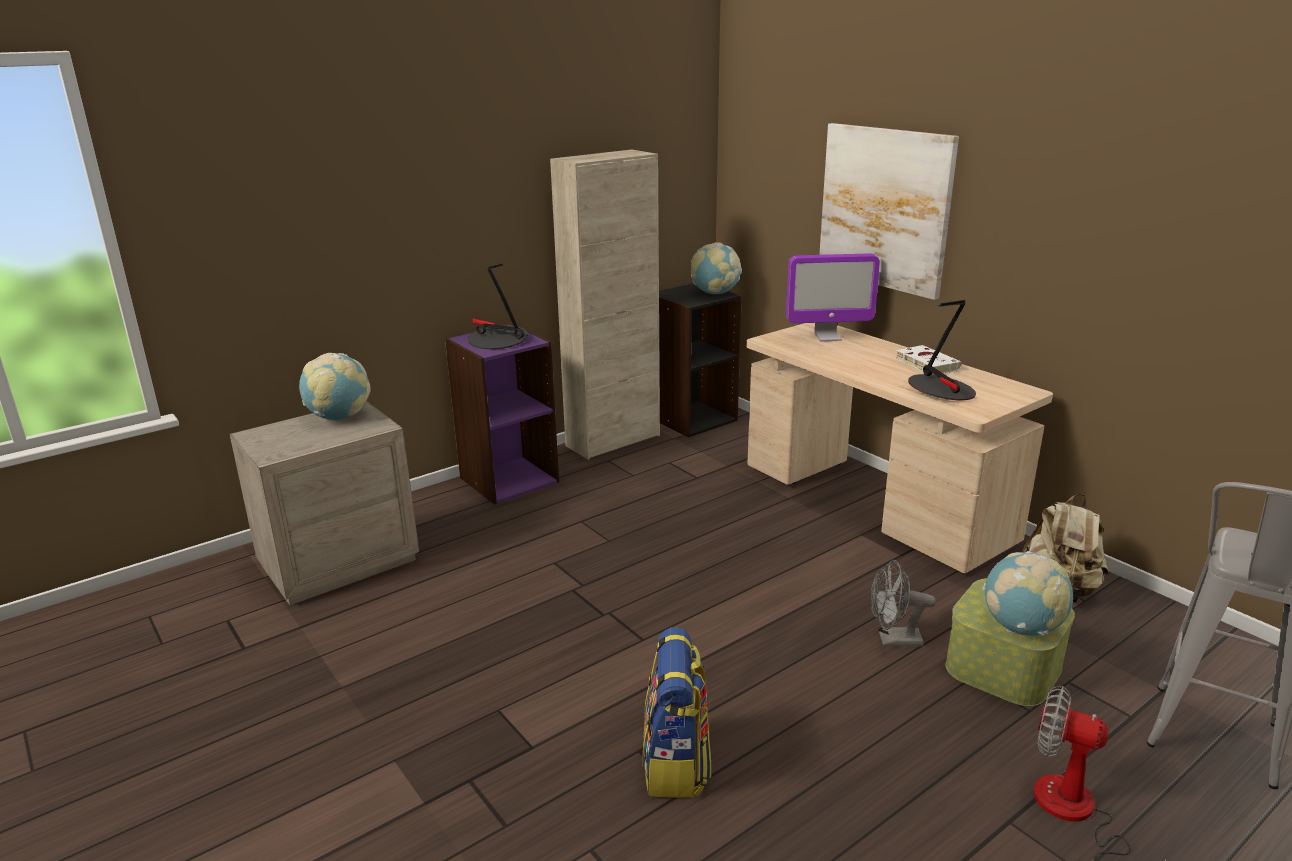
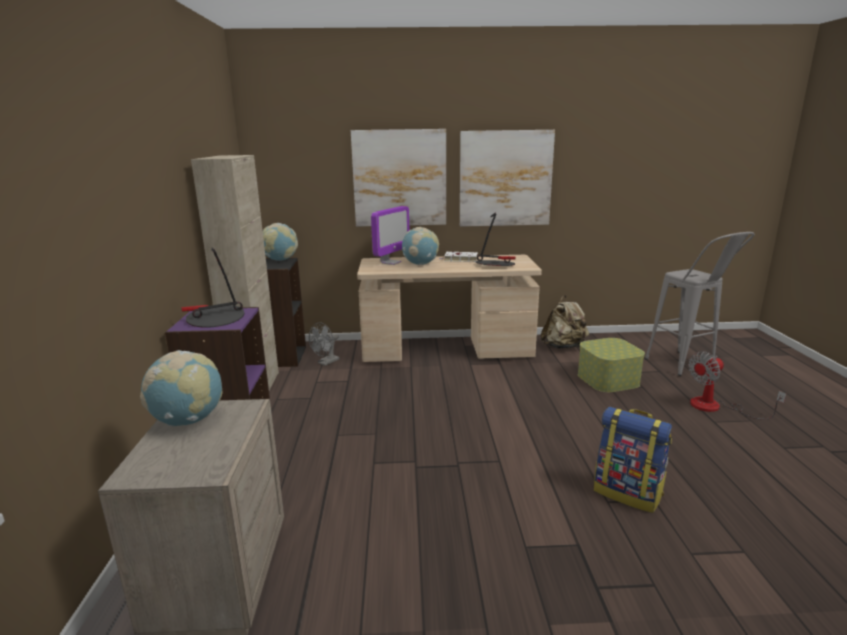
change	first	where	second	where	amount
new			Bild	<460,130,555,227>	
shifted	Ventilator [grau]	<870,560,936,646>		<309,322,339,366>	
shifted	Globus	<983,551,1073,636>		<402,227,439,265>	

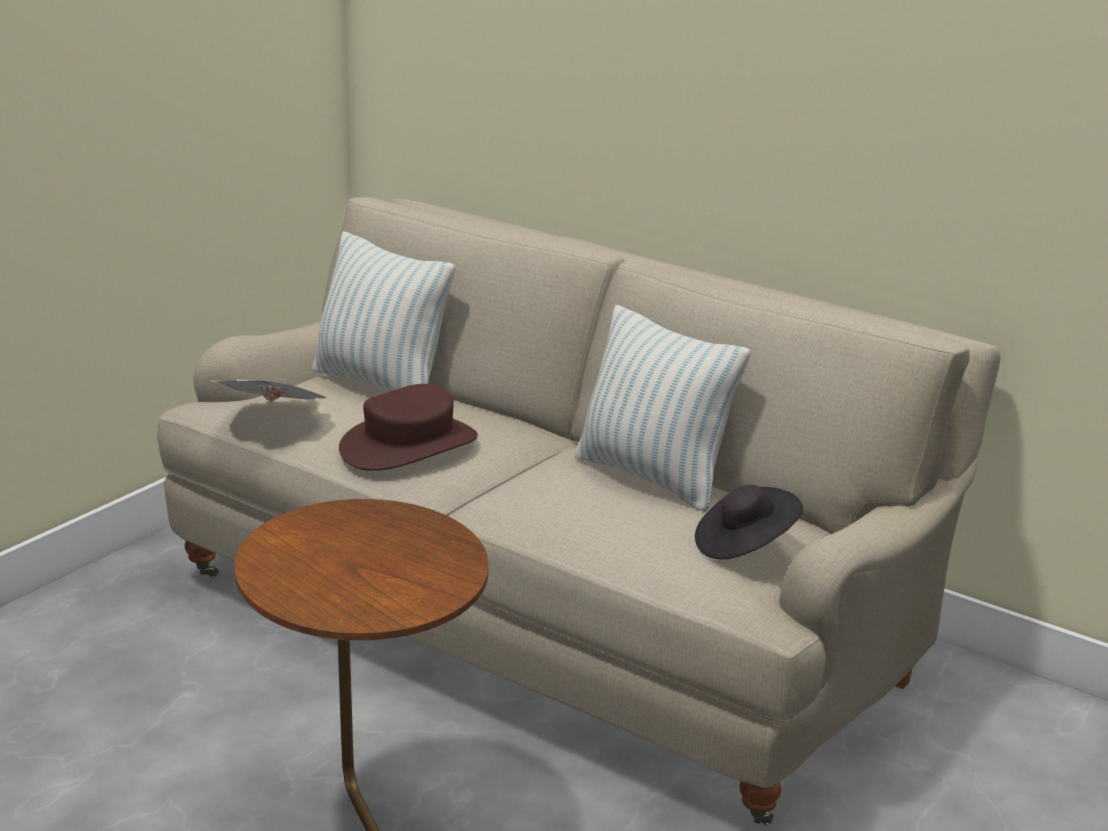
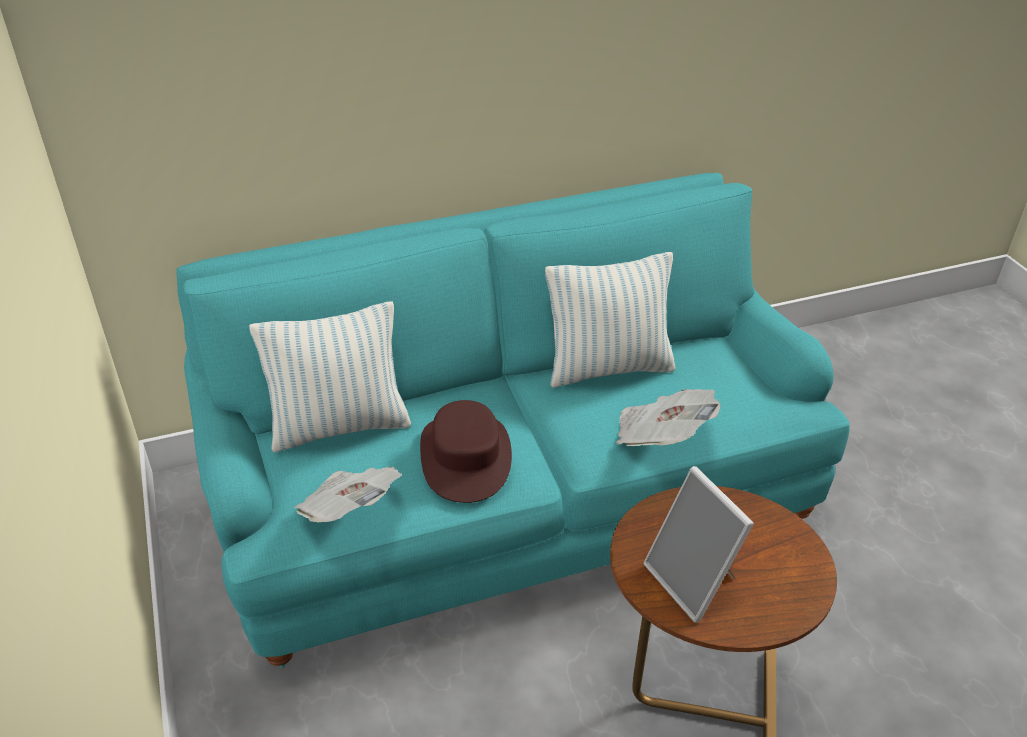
change	first	where	second	where	amount
gone	Hut [schwarz]	<695,485,803,559>			
new			Zeitung	<616,389,720,446>	
new			Bilderrahmen	<643,466,754,623>	
repainted	Sofa [beige]	<157,197,1000,825>	Sofa [türkis]	<176,173,850,668>	

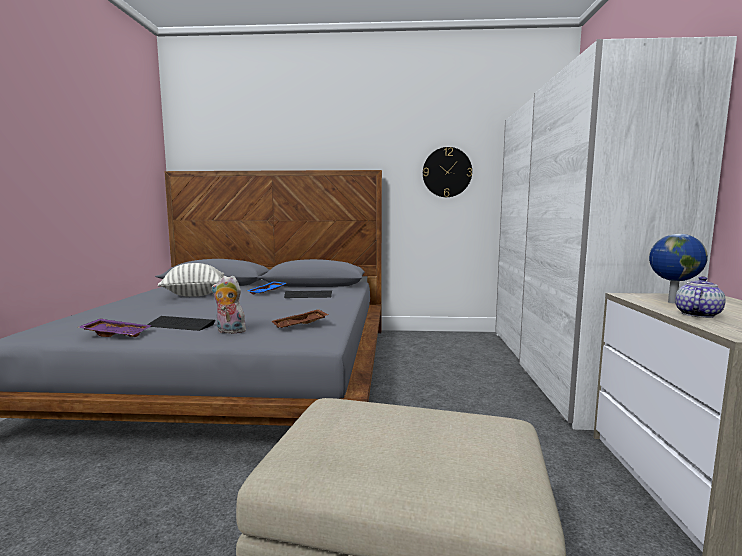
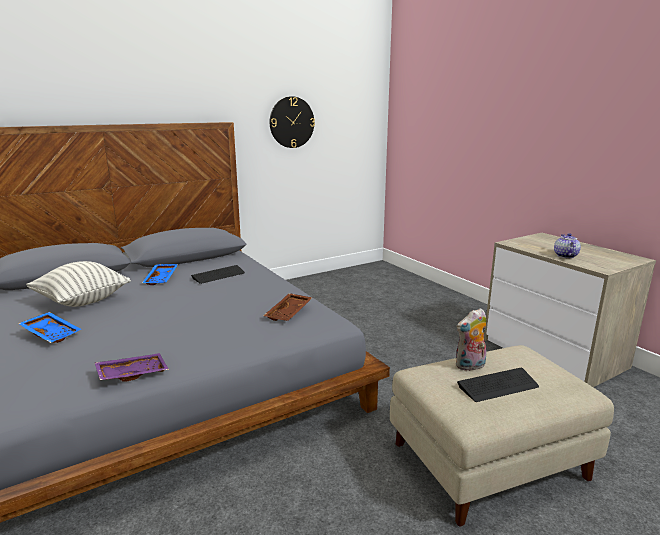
change	first	where	second	where	amount
gone	Kleiderschrank [weiß]	<495,36,737,430>			
gone	Globus	<649,234,708,303>			
new			Tablett [blau]	<18,312,81,343>	
shifted	Tastatur	<148,316,215,331>		<457,368,539,402>	
shifted	Plüschtier	<211,276,246,334>		<456,308,487,371>	

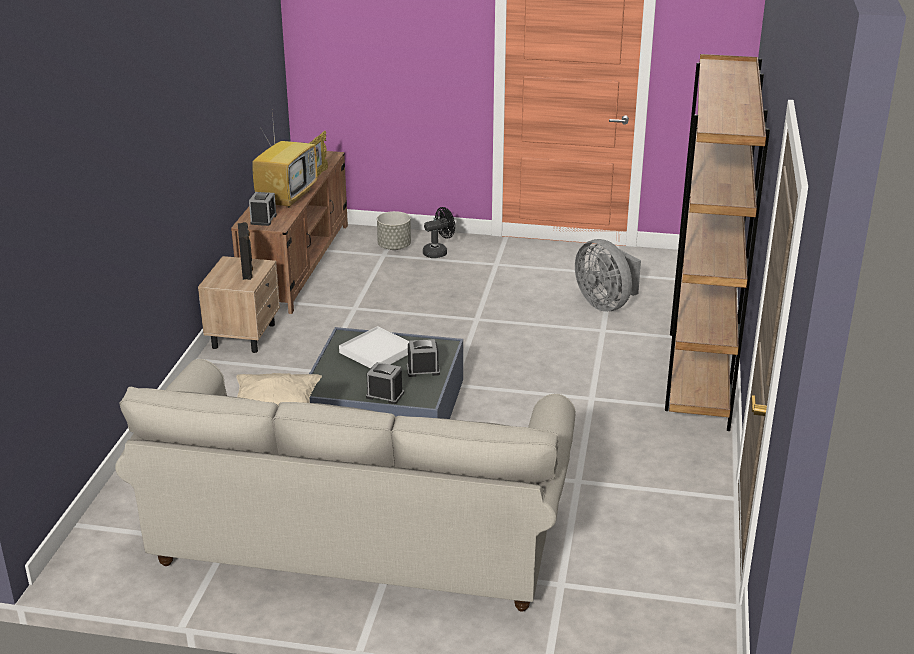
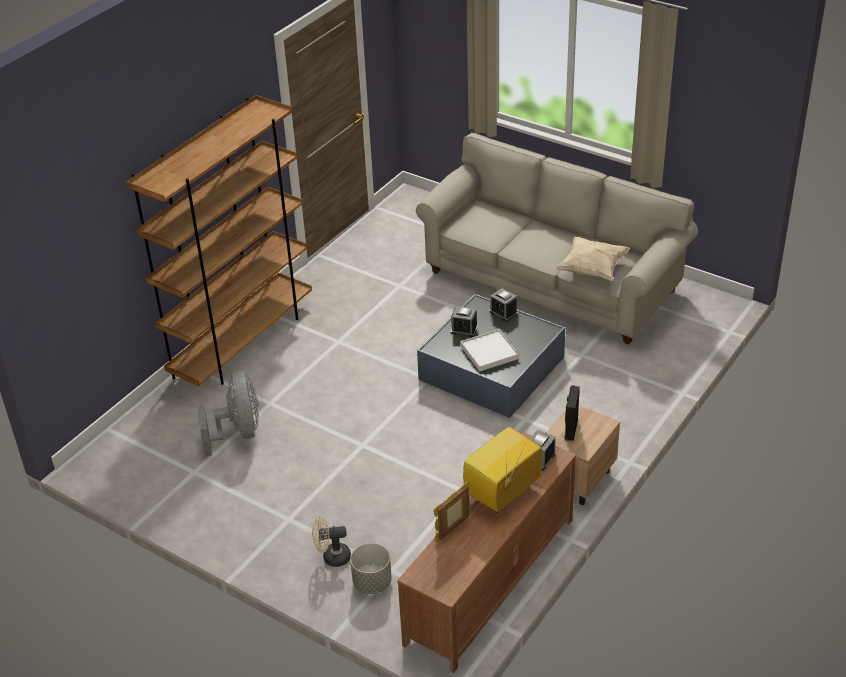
change	first	where	second	where	amount
repainted	Ventilator [schwarz]	<423,207,455,258>	Ventilator [beige]	<312,516,351,567>	

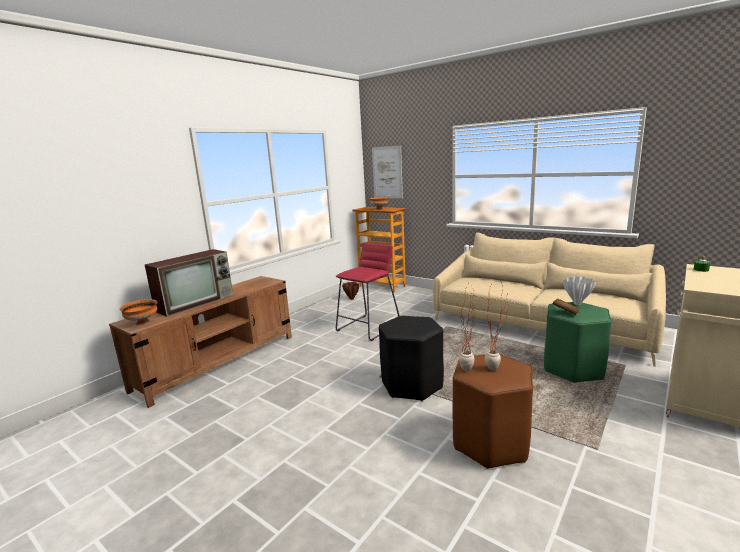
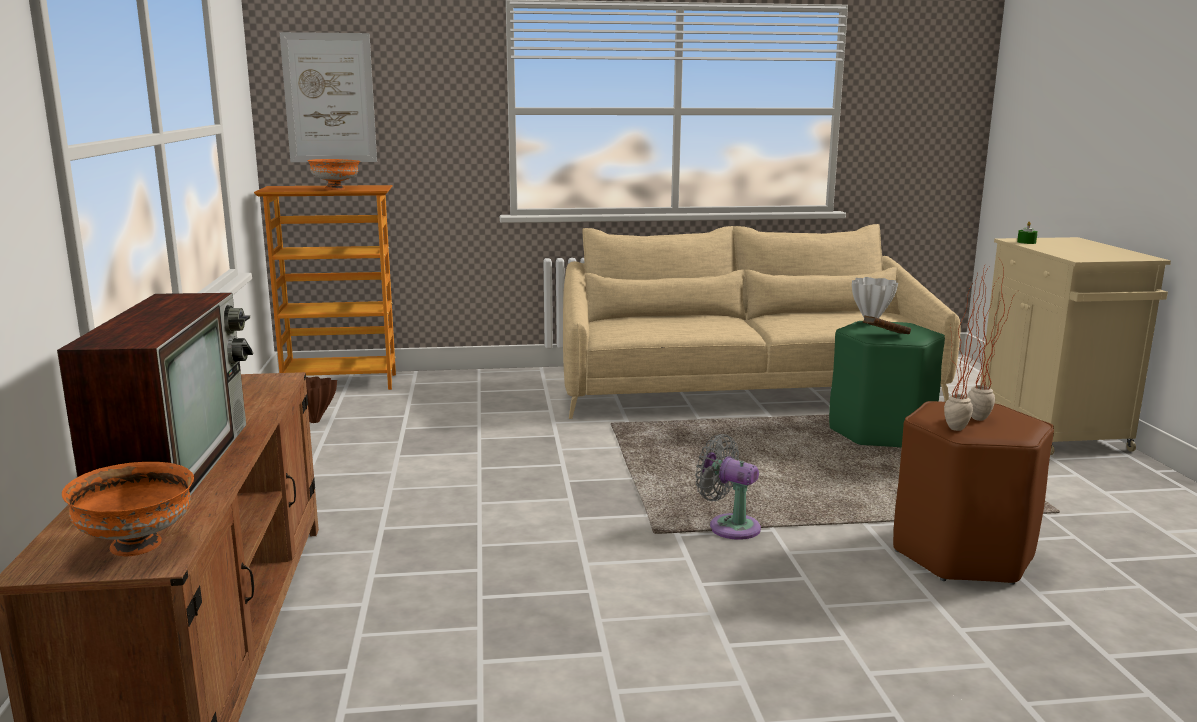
change	first	where	second	where	amount
gone	Hocker [rot]	<336,242,400,341>			
swapped	Hocker [schwarz]	<379,316,444,401>	Ventilator [grau]	<695,434,761,540>	

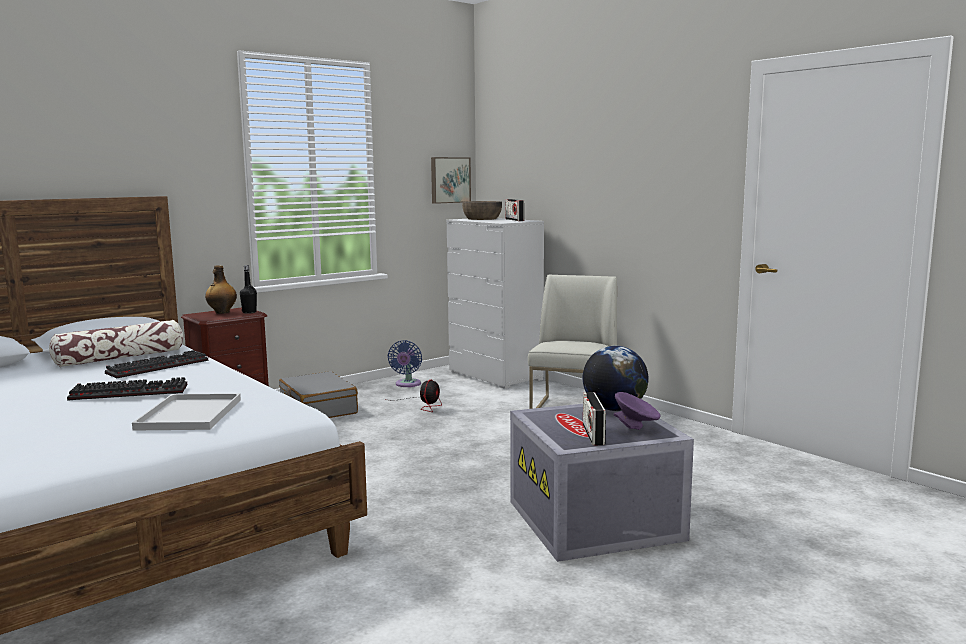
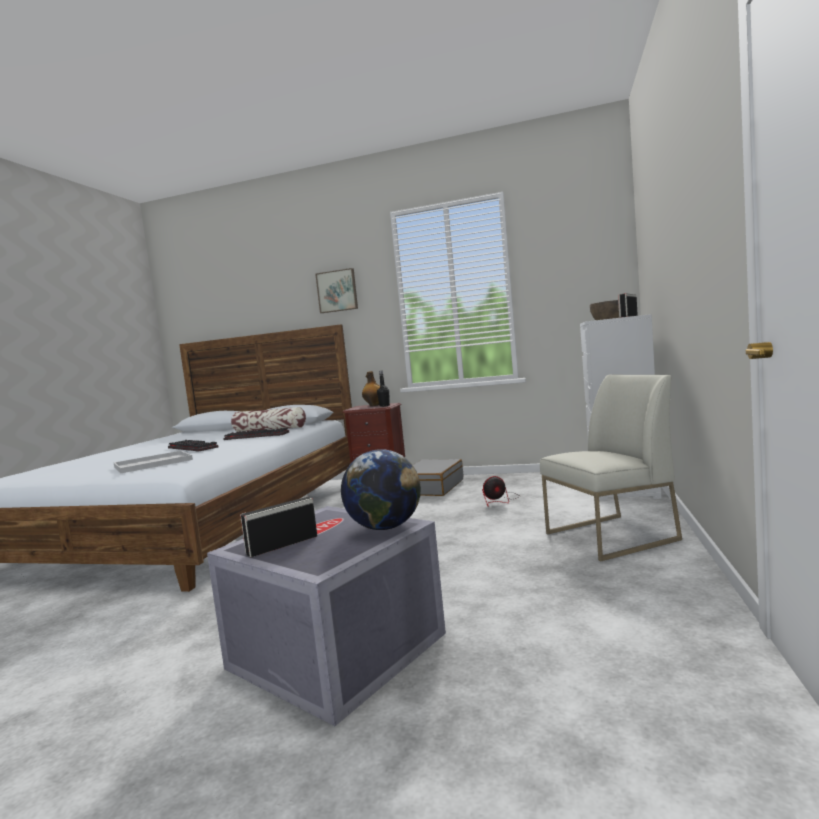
change	first	where	second	where	amount
gone	Ventilator [blau]	<388,340,422,387>			
gone	Schüssel [lila]	<614,392,661,430>			
shifted	Bild	<431,157,471,204>		<315,268,358,313>	

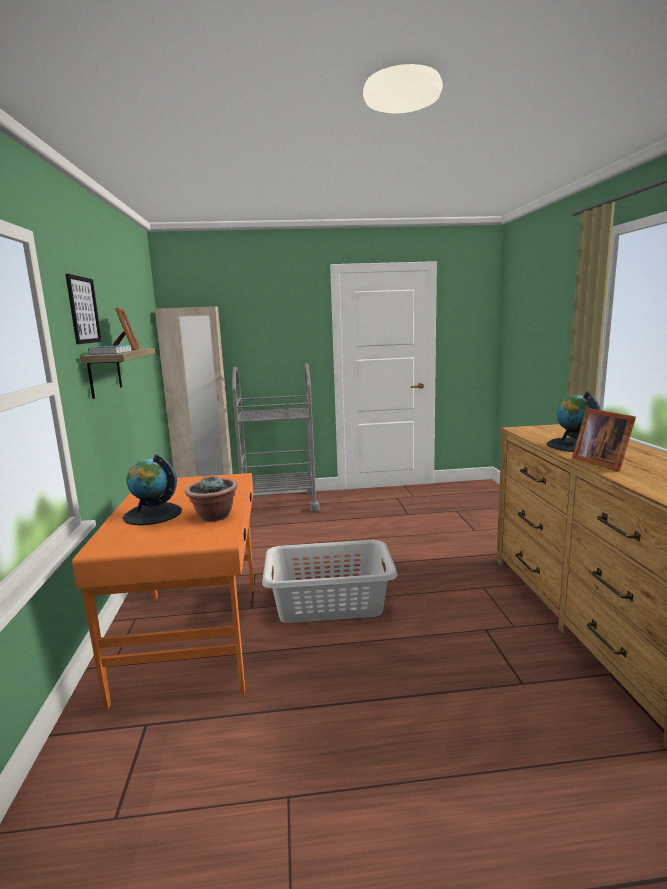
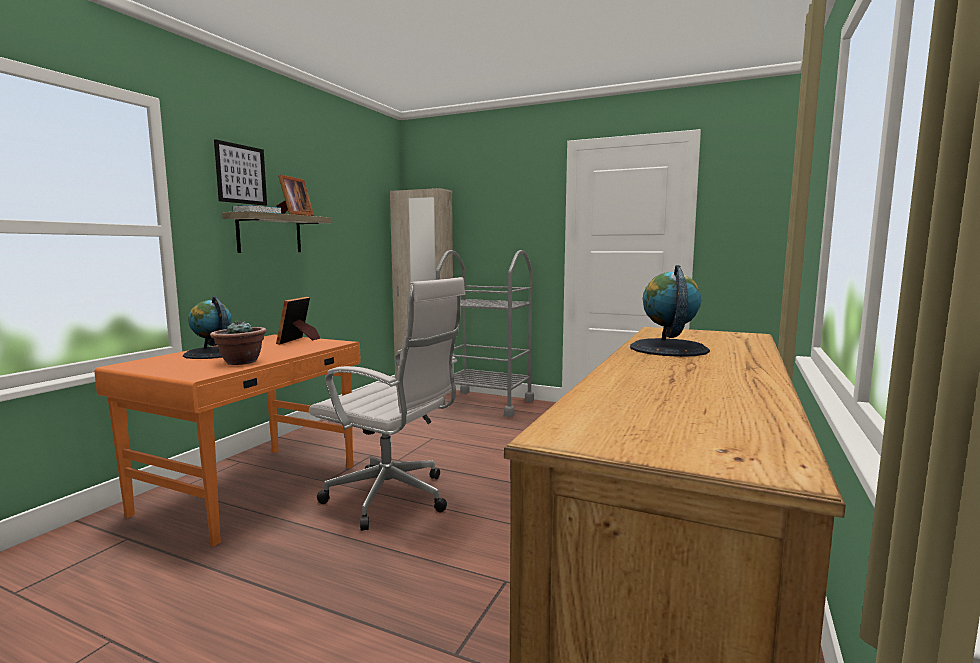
change	first	where	second	where	amount
shifted	Bilderrahmen	<572,408,636,472>		<276,297,320,345>	
swapped	Wäschekorb [grau]	<262,540,397,623>	Bürostuhl [weiß]	<309,277,465,531>	

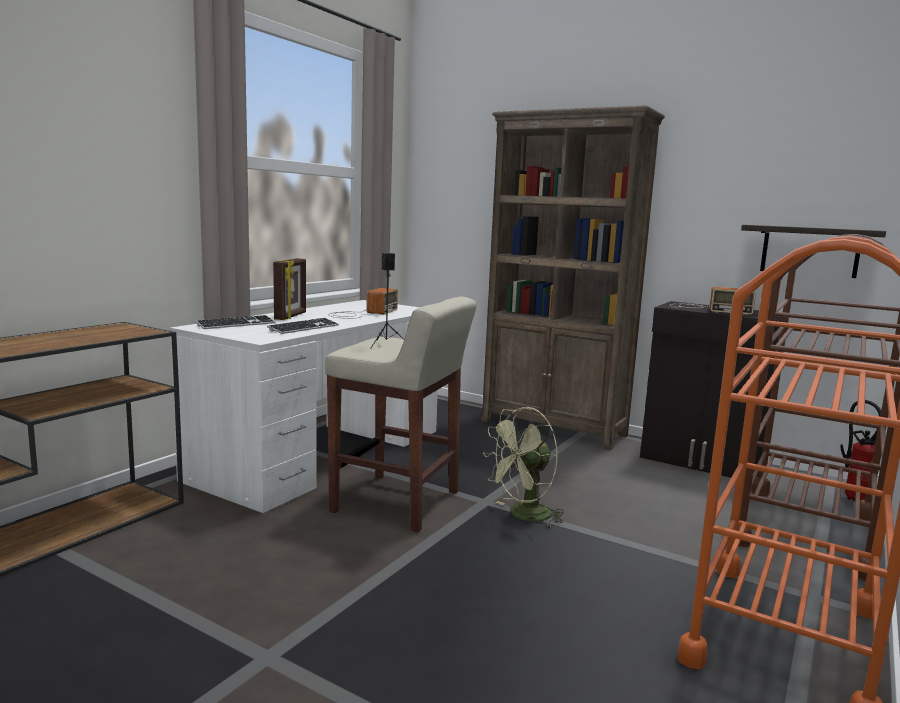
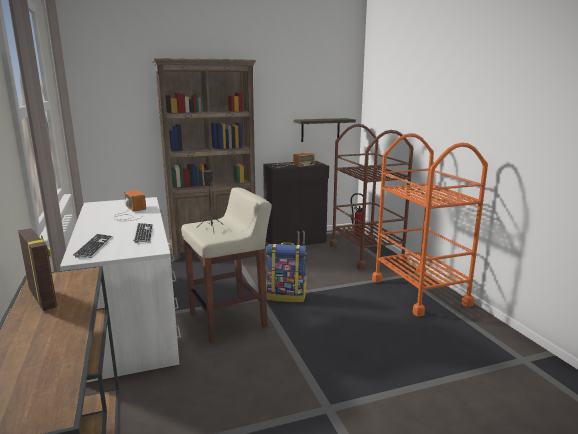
change	first	where	second	where	amount
shifted	Bilderrahmen	<273,258,306,320>		<18,228,57,311>	
swapped	Ventilator [grün]	<483,407,564,528>	Rucksack	<266,242,307,302>	

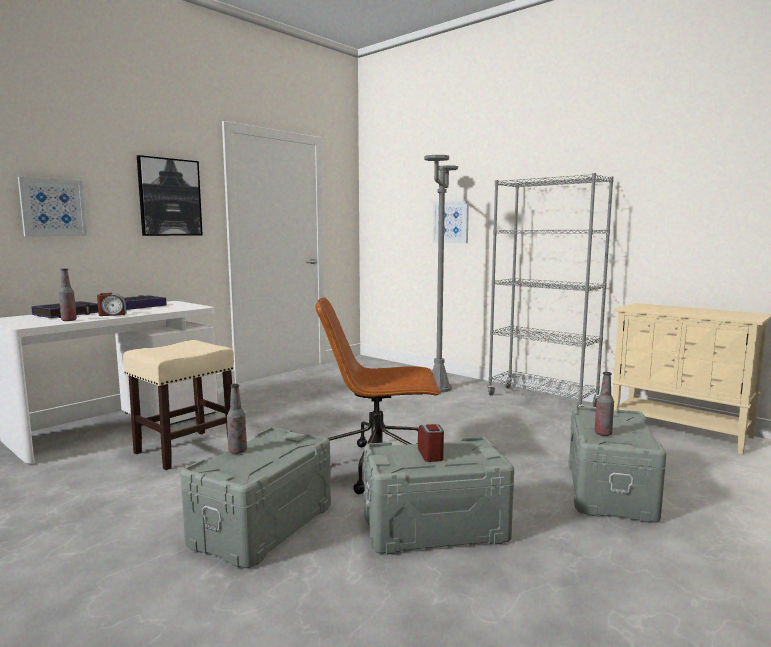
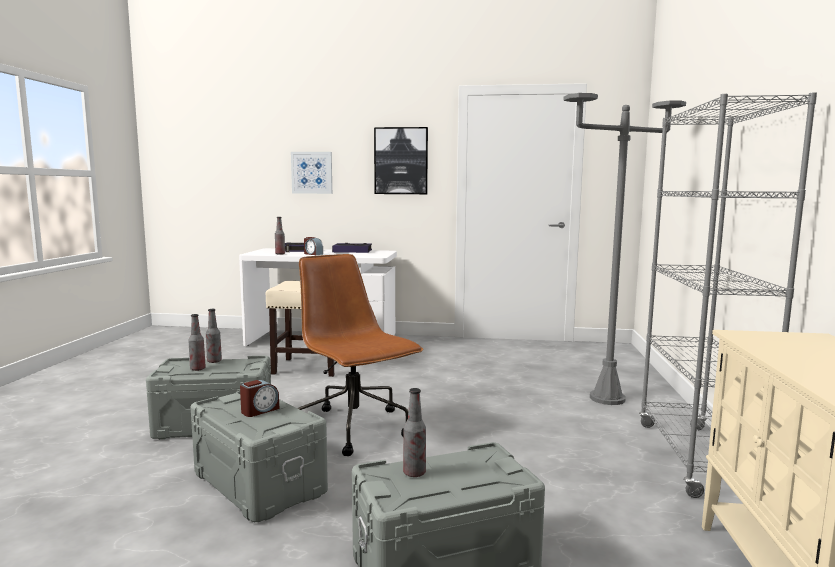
change	first	where	second	where	amount
gone	Bild	<433,201,469,243>			
new			Flasche	<188,314,206,371>	

